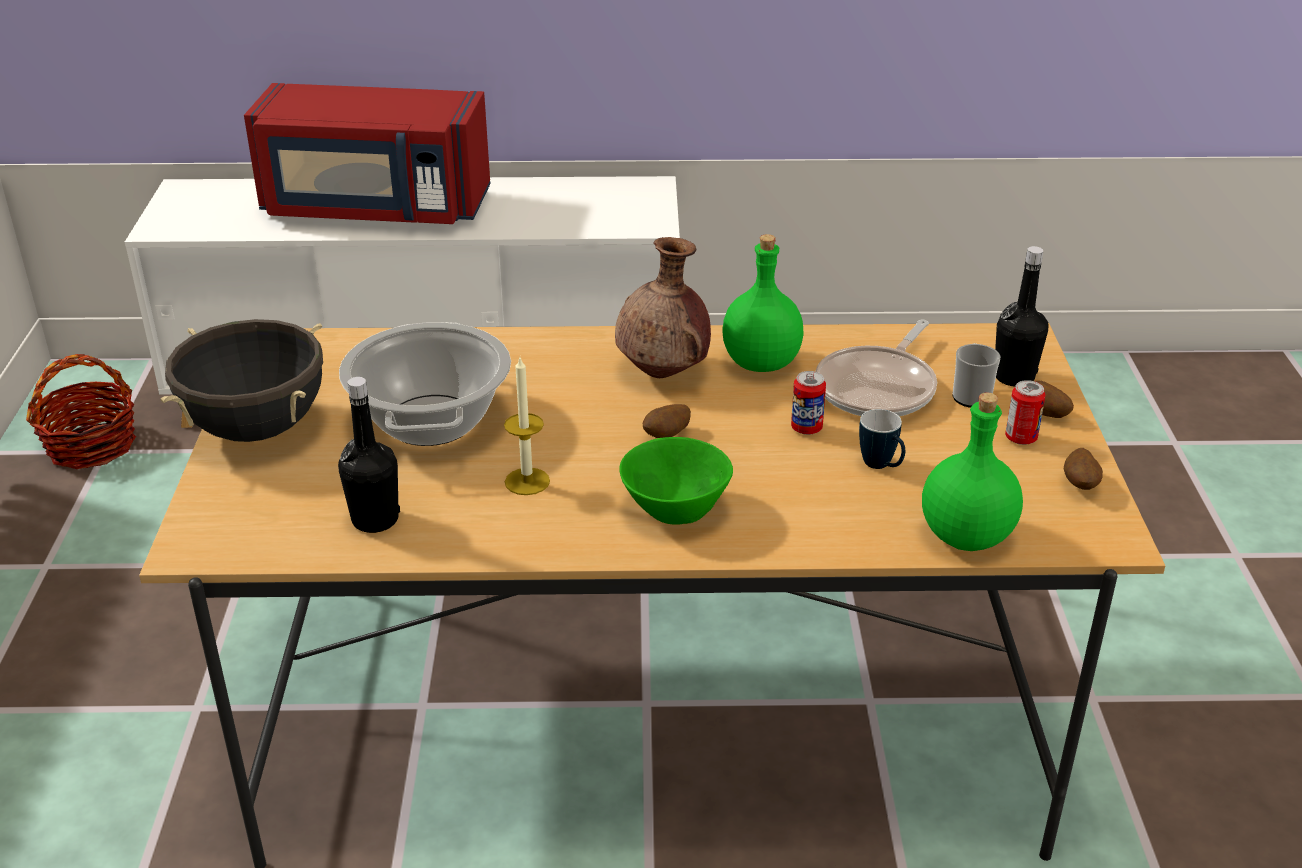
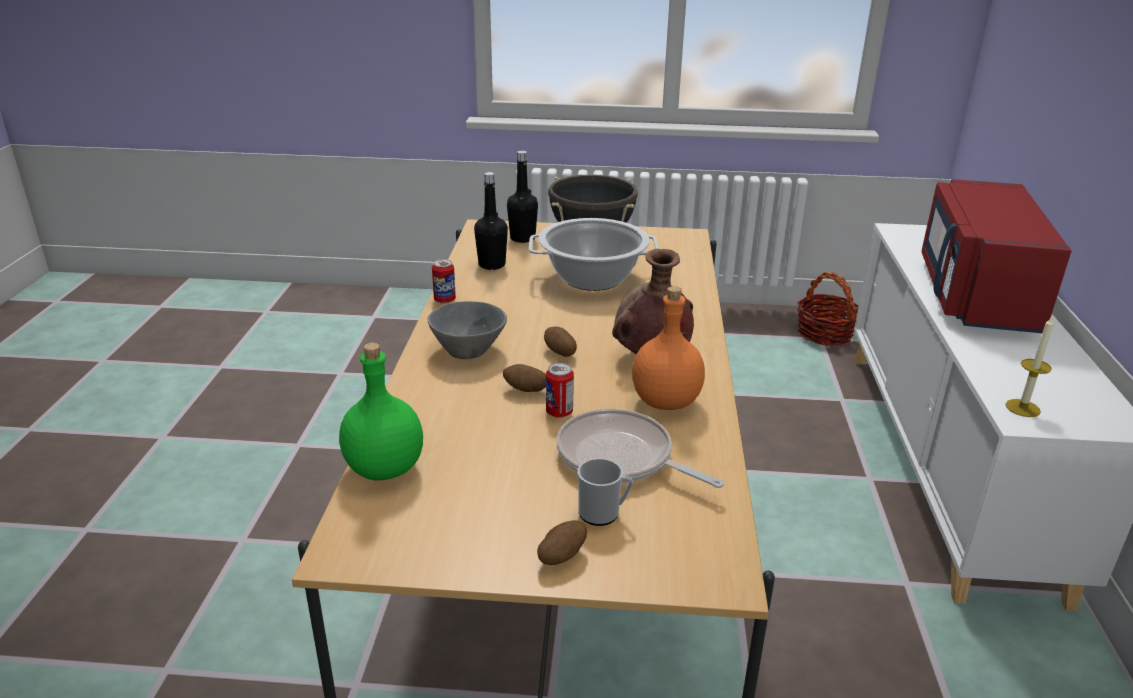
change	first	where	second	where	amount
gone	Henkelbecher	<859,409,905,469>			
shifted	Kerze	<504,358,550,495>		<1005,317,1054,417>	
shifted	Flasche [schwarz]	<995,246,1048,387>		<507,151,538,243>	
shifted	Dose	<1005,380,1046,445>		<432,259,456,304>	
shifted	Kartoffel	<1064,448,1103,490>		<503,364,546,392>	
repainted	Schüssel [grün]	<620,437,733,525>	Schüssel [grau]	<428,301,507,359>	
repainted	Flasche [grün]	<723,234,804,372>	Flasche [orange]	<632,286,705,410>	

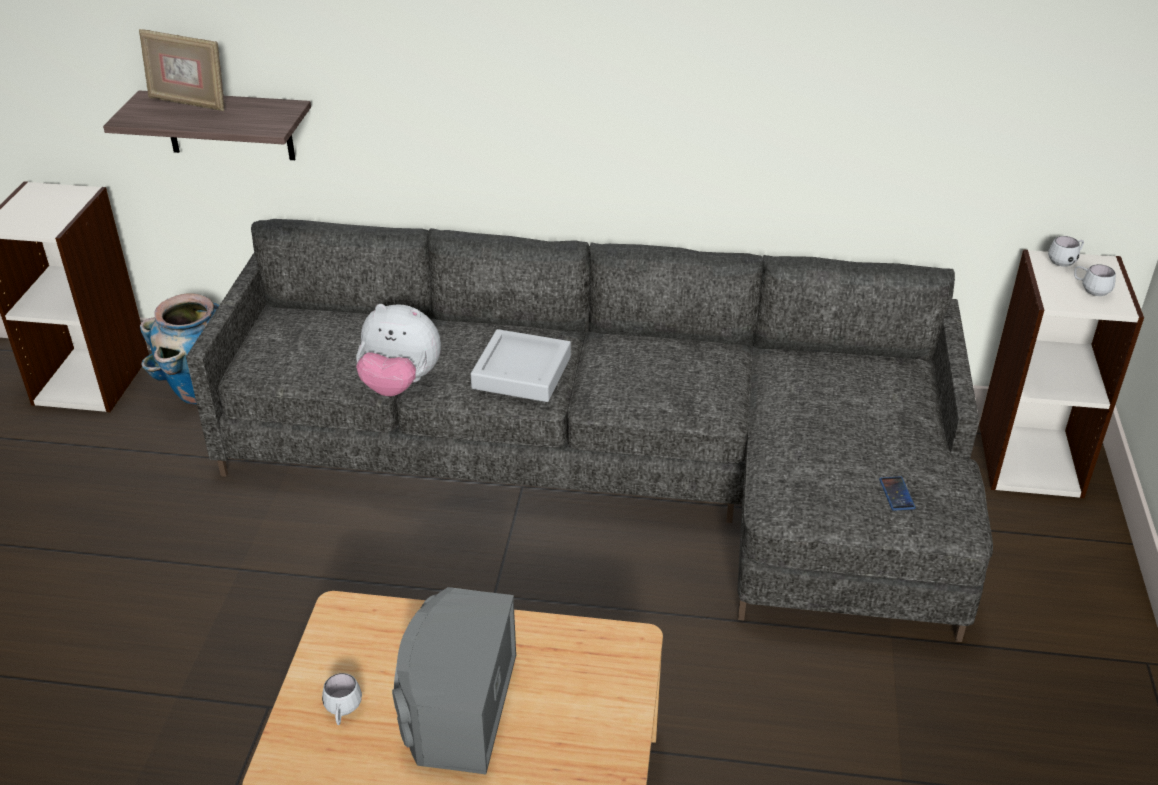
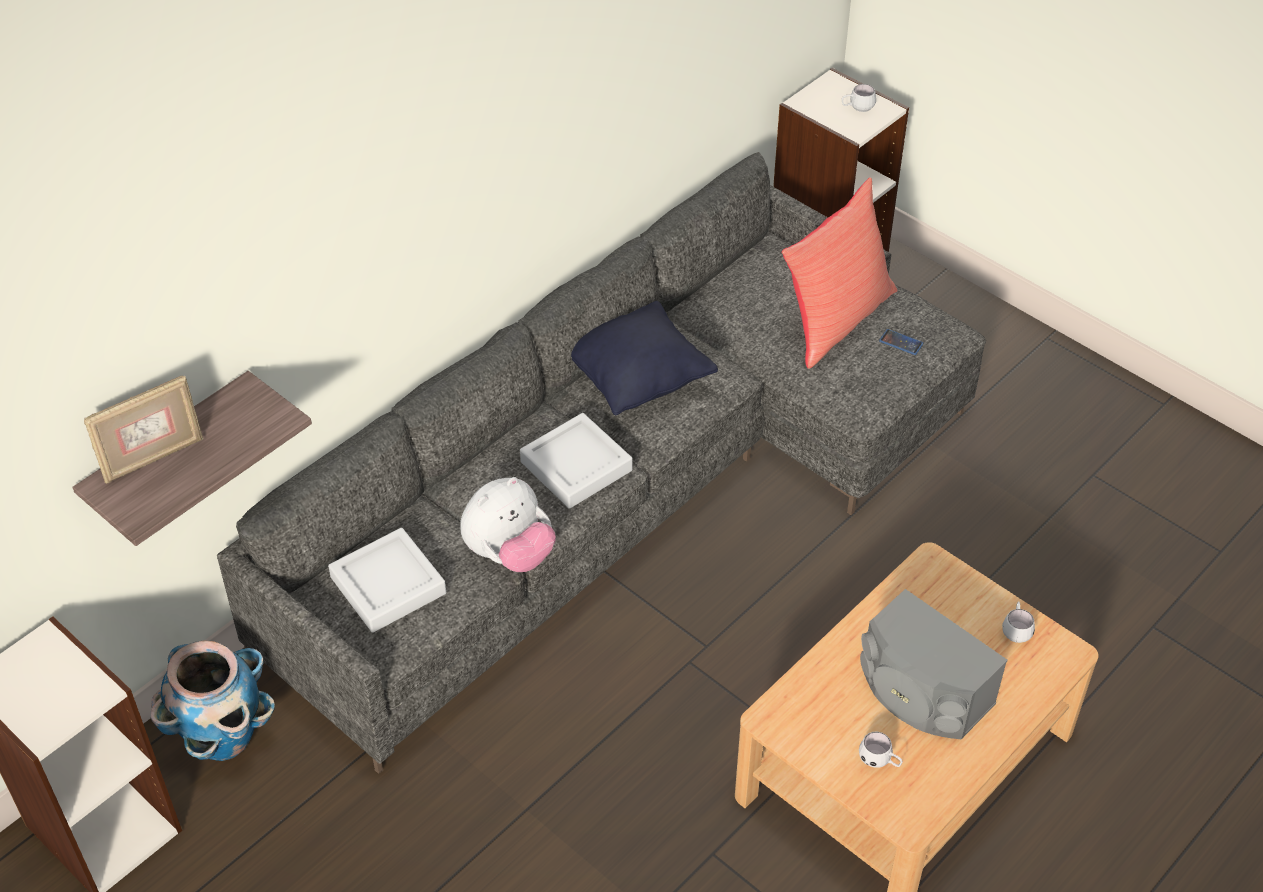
change	first	where	second	where	amount
new			Tablett [grau]	<328,528,446,633>	
new			Kissen [schwarz]	<571,301,718,415>	
new			Kissen [rot]	<782,177,897,369>	
shifted	Henkelbecher [weiß]	<1048,236,1084,267>		<1002,601,1035,643>	

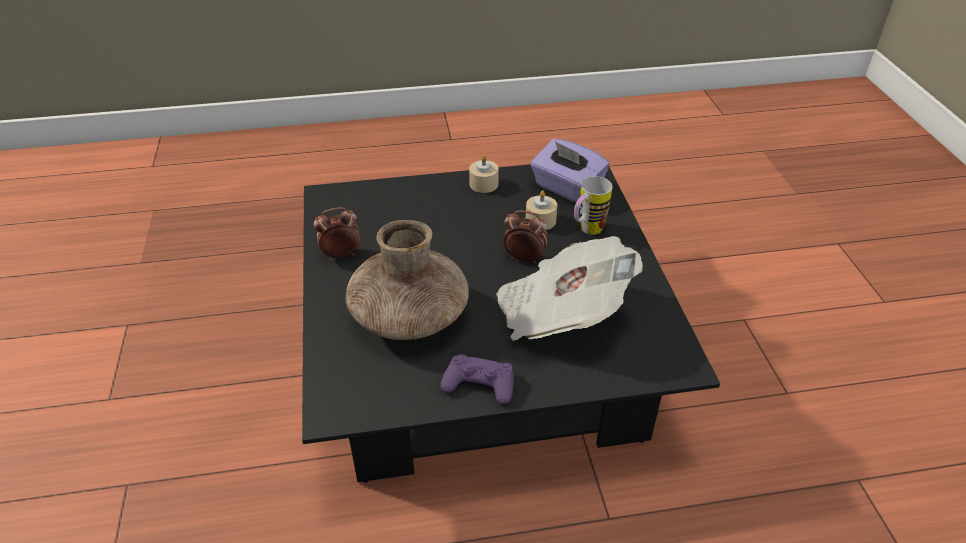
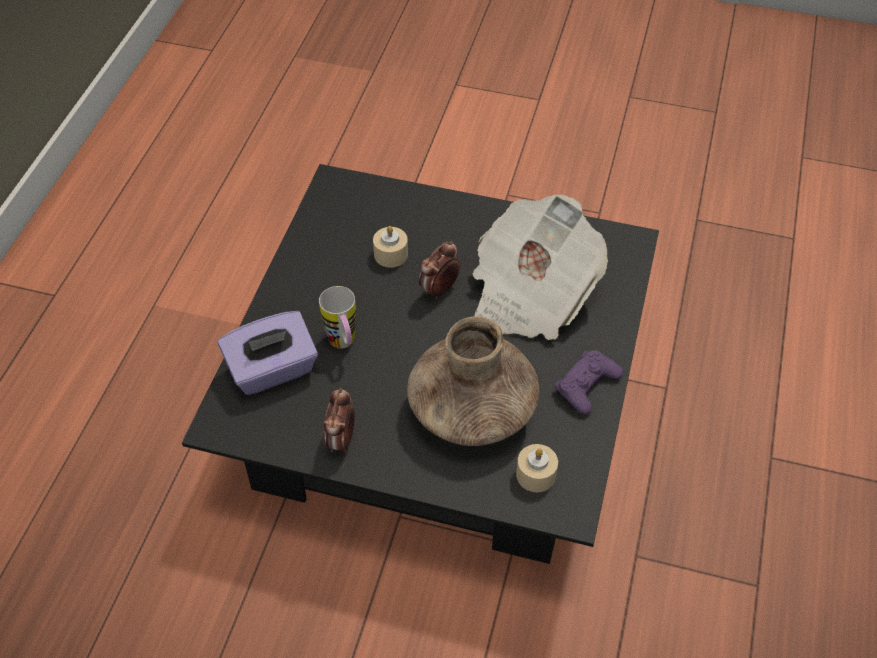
change	first	where	second	where	amount
shifted	Kerze [beige]	<469,155,499,193>		<516,444,558,492>	
shifted	Taschentuchbox [lila]	<531,139,609,203>		<218,311,318,395>	
shifted	Henkelbecher	<574,176,613,235>		<319,286,356,349>	

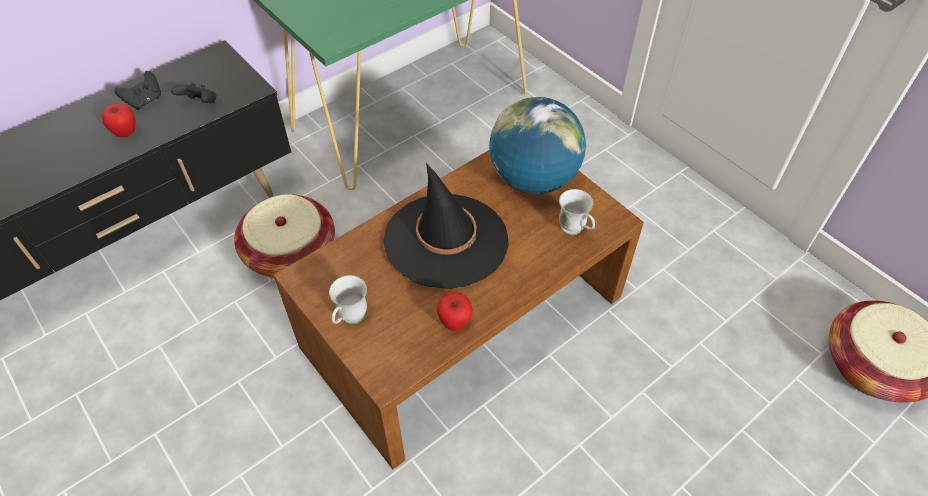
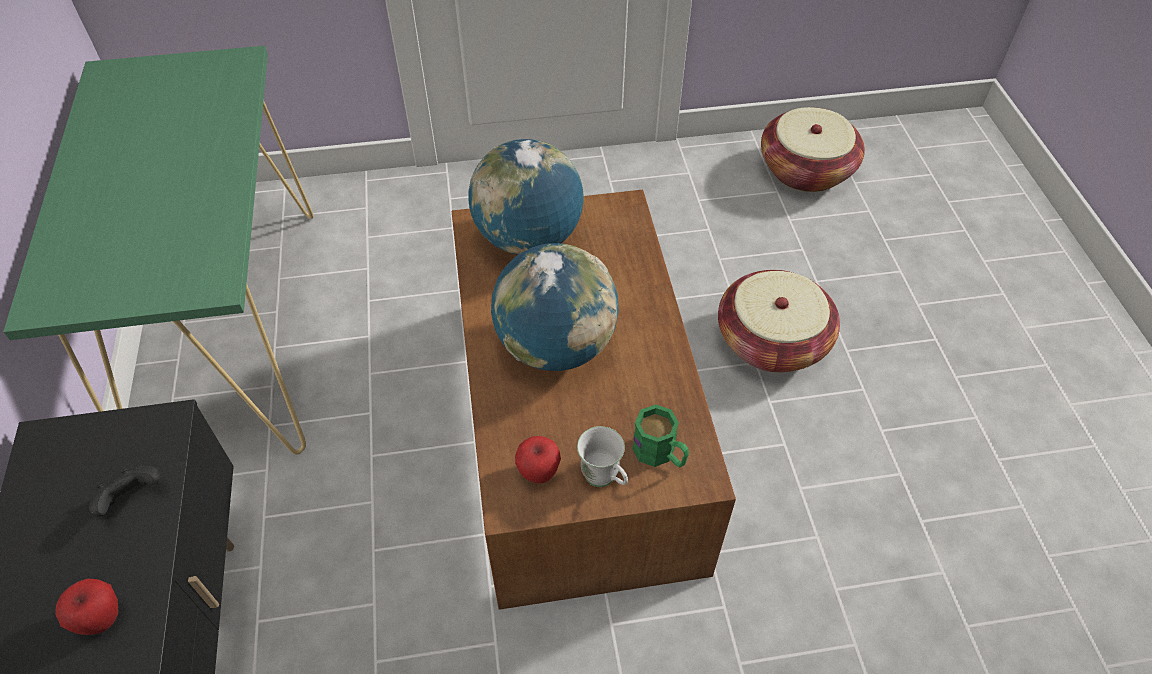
change	first	where	second	where	amount
gone	Gamepad [schwarz]	<114,71,161,110>			
gone	Henkelbecher [weiß]	<559,189,595,235>			
new			Henkelbecher [grün]	<632,404,689,467>	
shifted	Korb	<234,194,335,278>		<718,270,840,373>	
shifted	Apfel	<437,292,473,331>		<515,436,561,484>	
swapped	Hut [schwarz]	<383,163,509,289>	Globus	<491,243,619,371>	

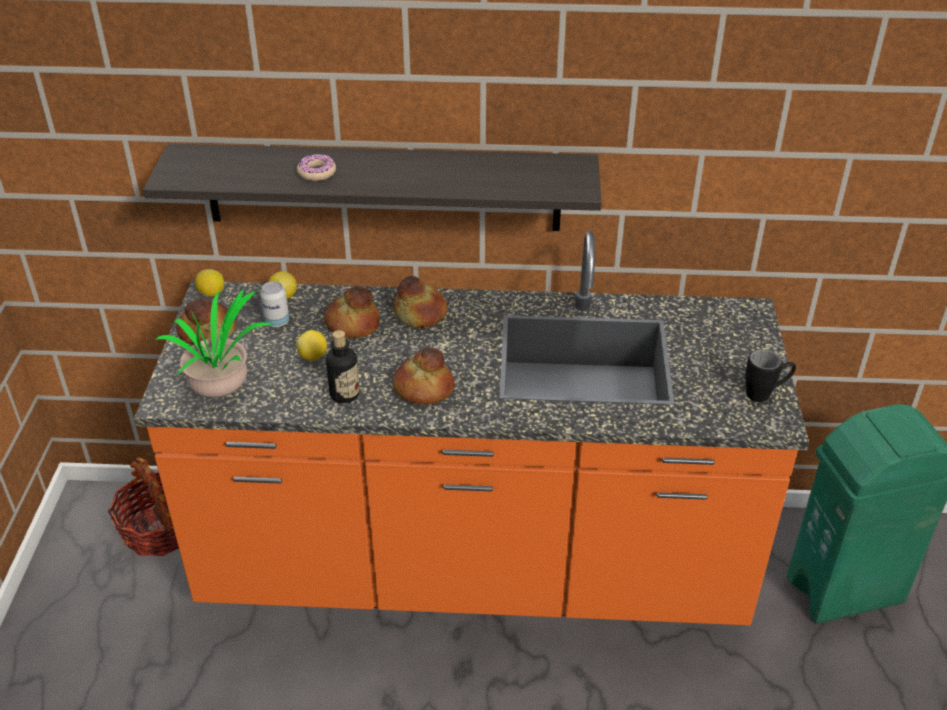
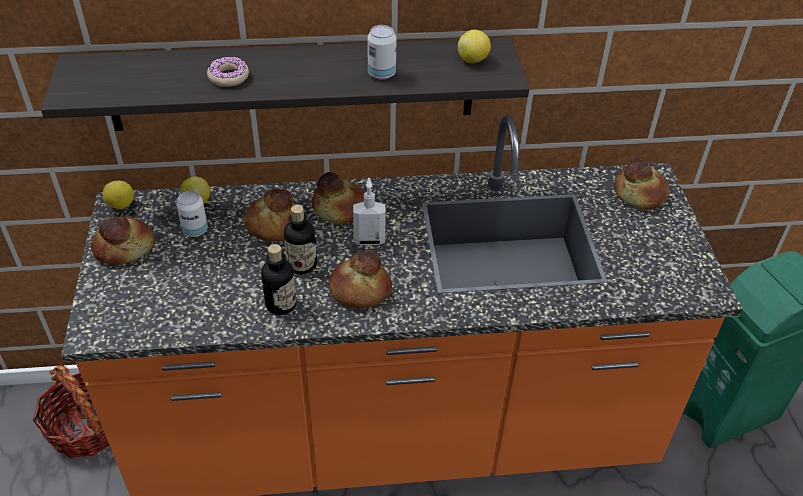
change	first	where	second	where	amount
gone	Topfpflanze	<155,289,274,398>			
gone	Henkelbecher [schwarz]	<745,349,796,402>			
new			Flasche	<284,205,317,274>	
new			Seifenspender	<353,178,386,245>	
new			Dose	<367,25,397,80>	
new			Brot	<614,158,669,210>	
shifted	Zitrone	<296,330,327,361>		<458,30,491,63>	

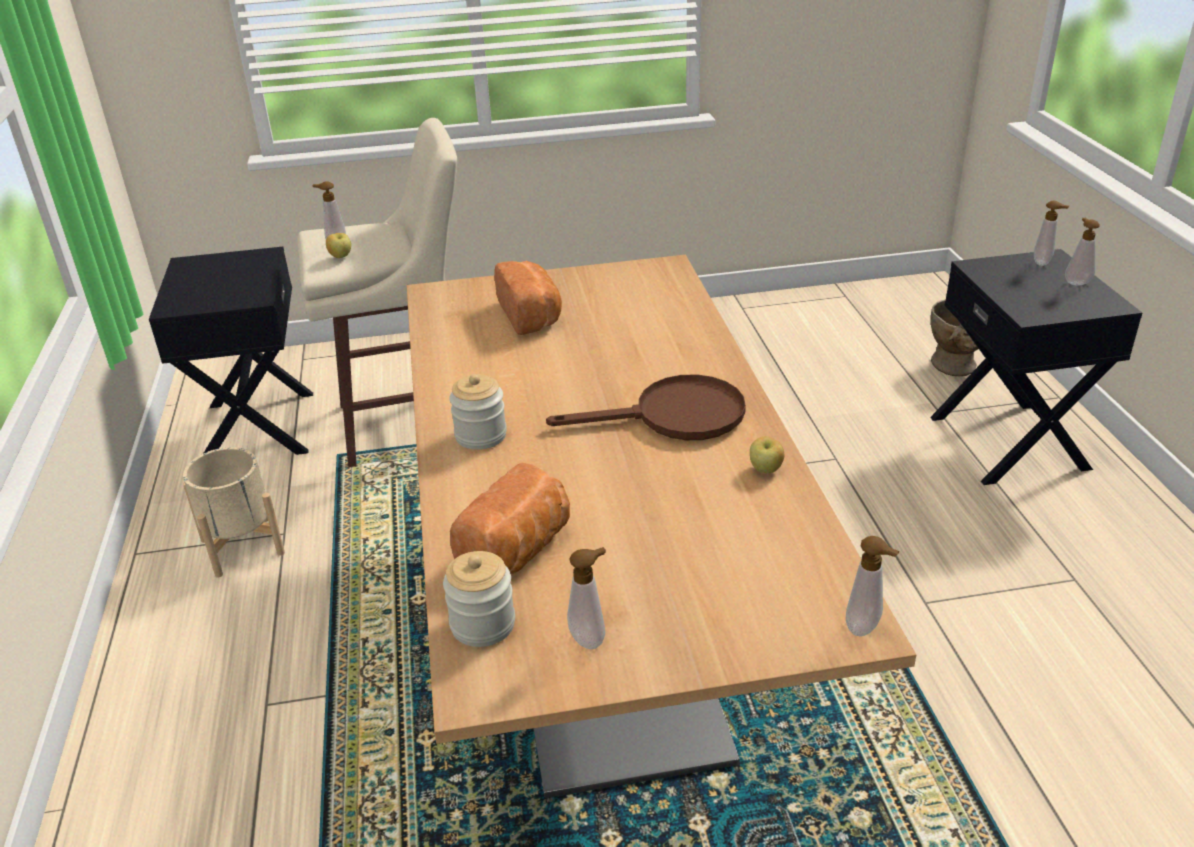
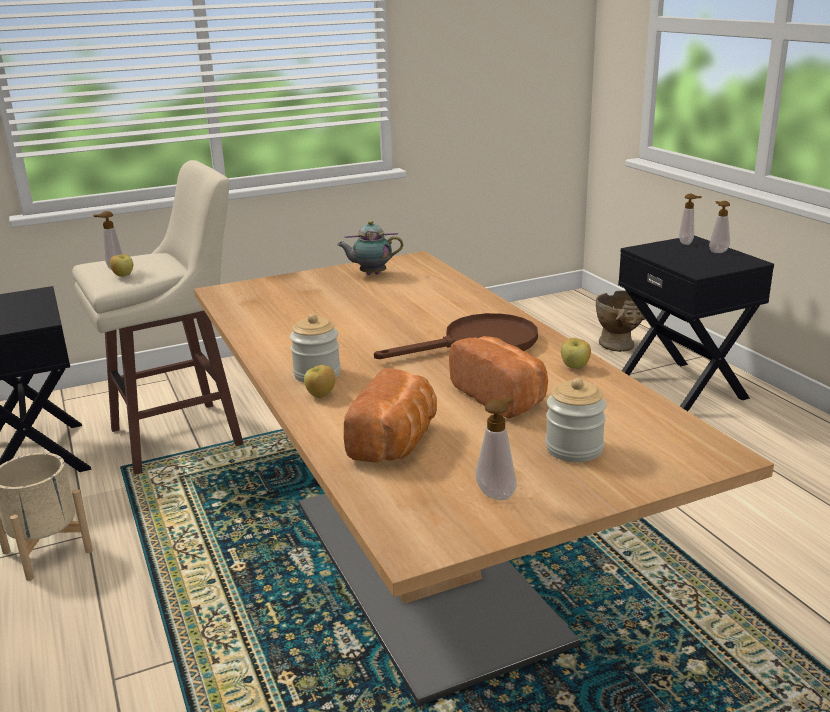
change	first	where	second	where	amount
gone	Seifenspender	<846,536,900,636>			
new			Apfel	<304,365,335,398>	
new			Teekanne	<337,220,403,275>	
shifted	Vorratsglas	<443,551,515,647>		<545,378,606,462>	
shifted	Brot	<494,261,562,335>		<449,336,548,418>	

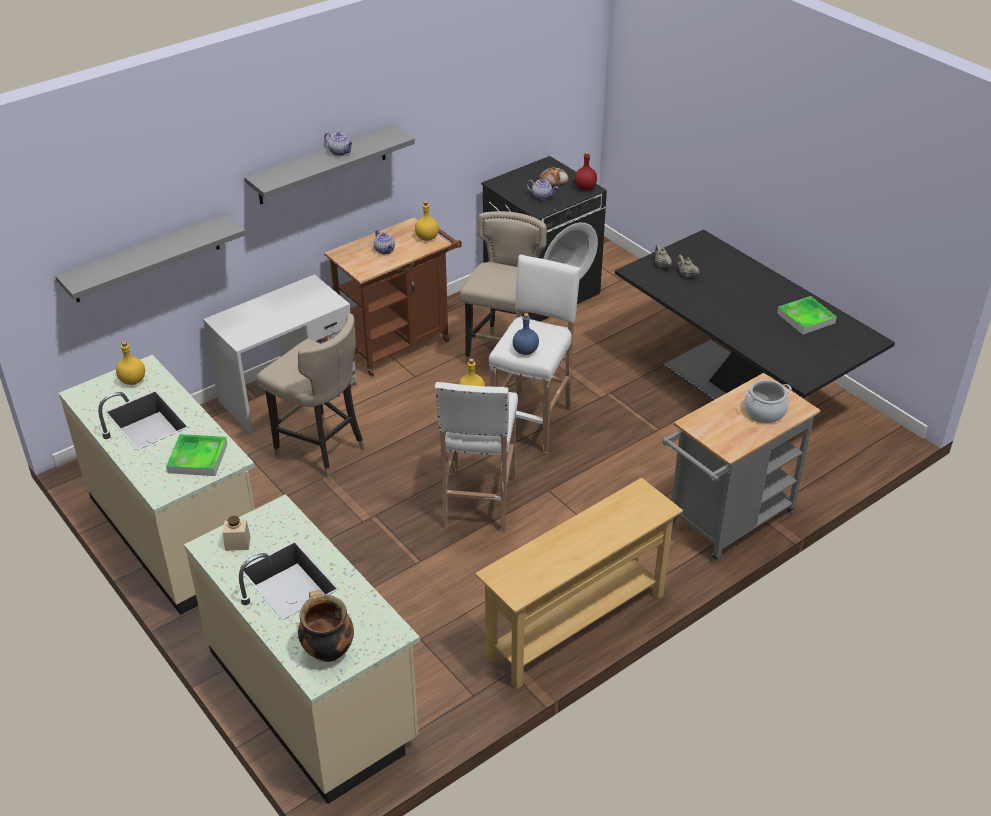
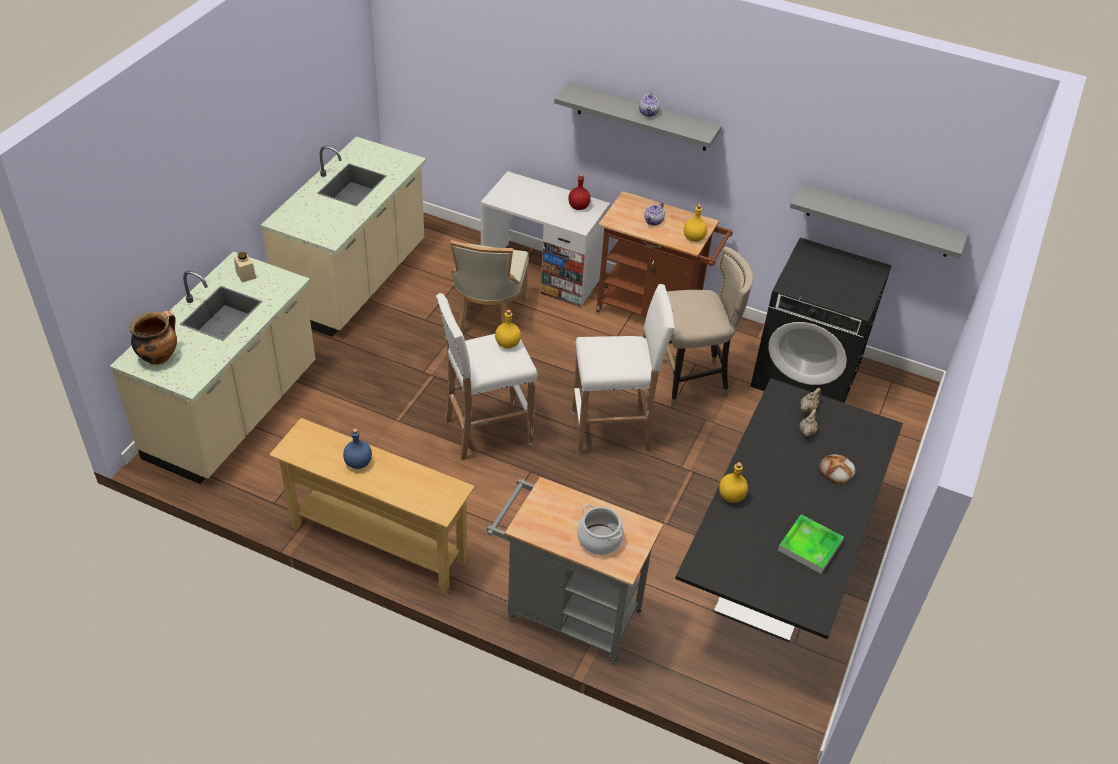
change	first	where	second	where	amount
gone	Tablett	<166,434,227,476>			
gone	Teekanne	<527,179,558,200>			
shifted	Wandregal [grau]	<55,214,246,302>		<790,184,969,258>	
shifted	Flasche [gelb]	<116,341,145,385>		<719,462,748,502>	
shifted	Flasche [blau]	<513,313,539,355>		<343,428,372,469>	
shifted	Brot	<540,167,569,187>		<819,454,856,484>	
shifted	Flasche [rot]	<574,152,597,190>		<568,174,591,210>	
swapped	Hocker [beige]	<256,314,365,479>	Stuhl [beige]	<450,240,529,333>	

